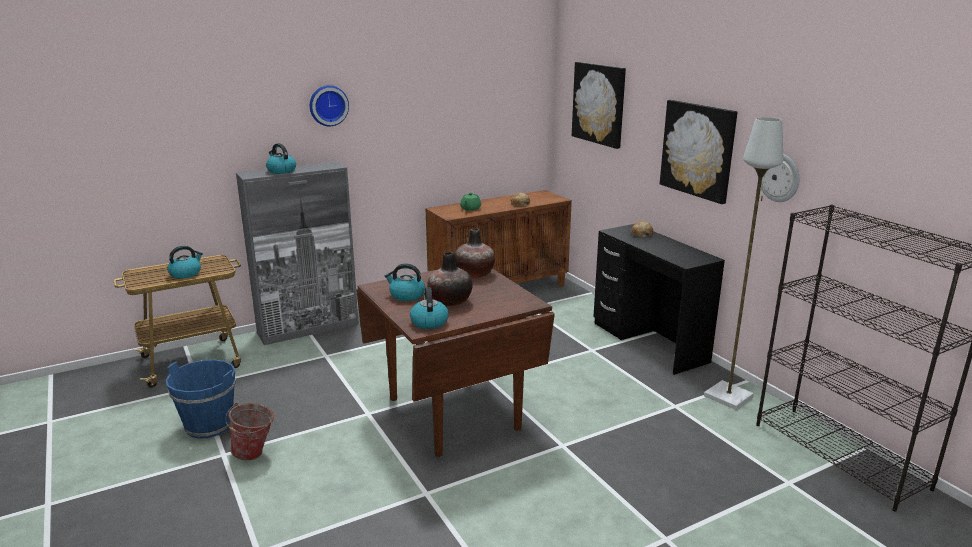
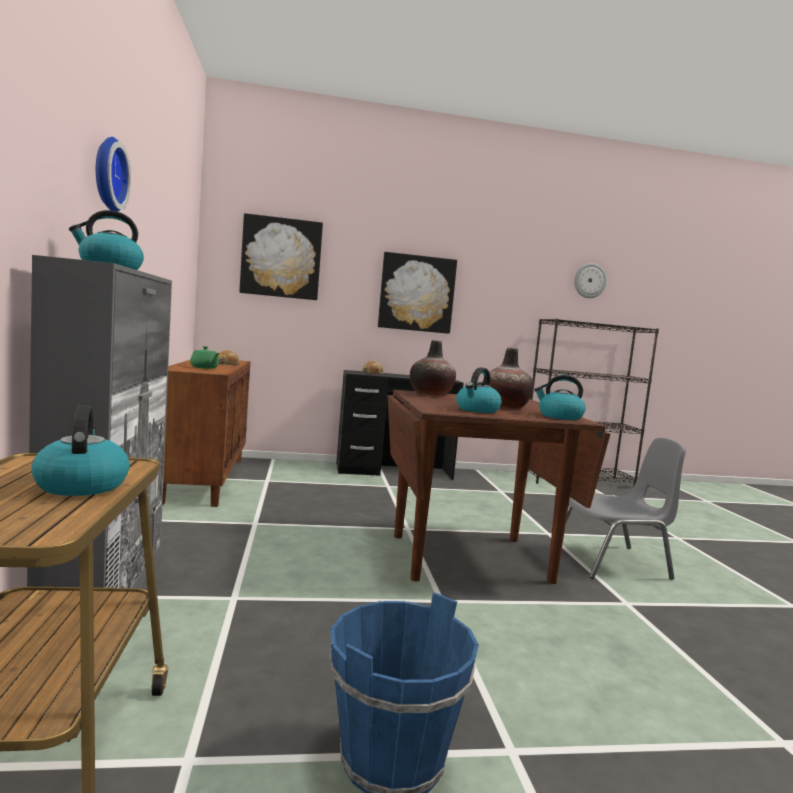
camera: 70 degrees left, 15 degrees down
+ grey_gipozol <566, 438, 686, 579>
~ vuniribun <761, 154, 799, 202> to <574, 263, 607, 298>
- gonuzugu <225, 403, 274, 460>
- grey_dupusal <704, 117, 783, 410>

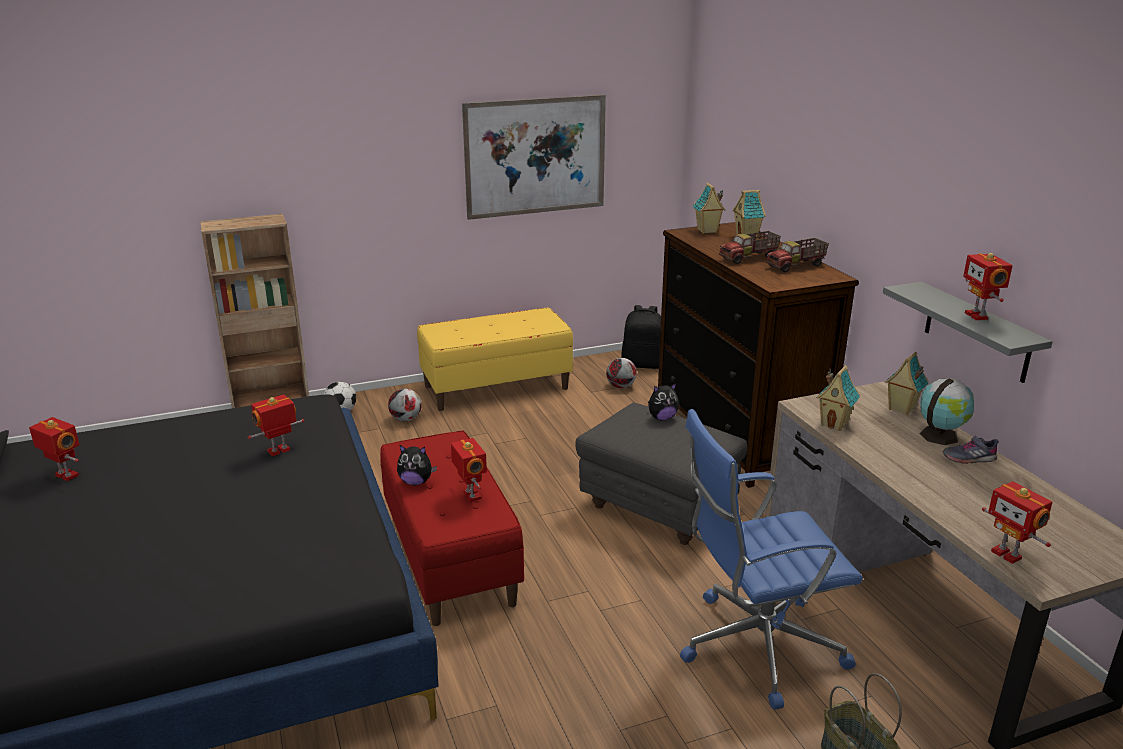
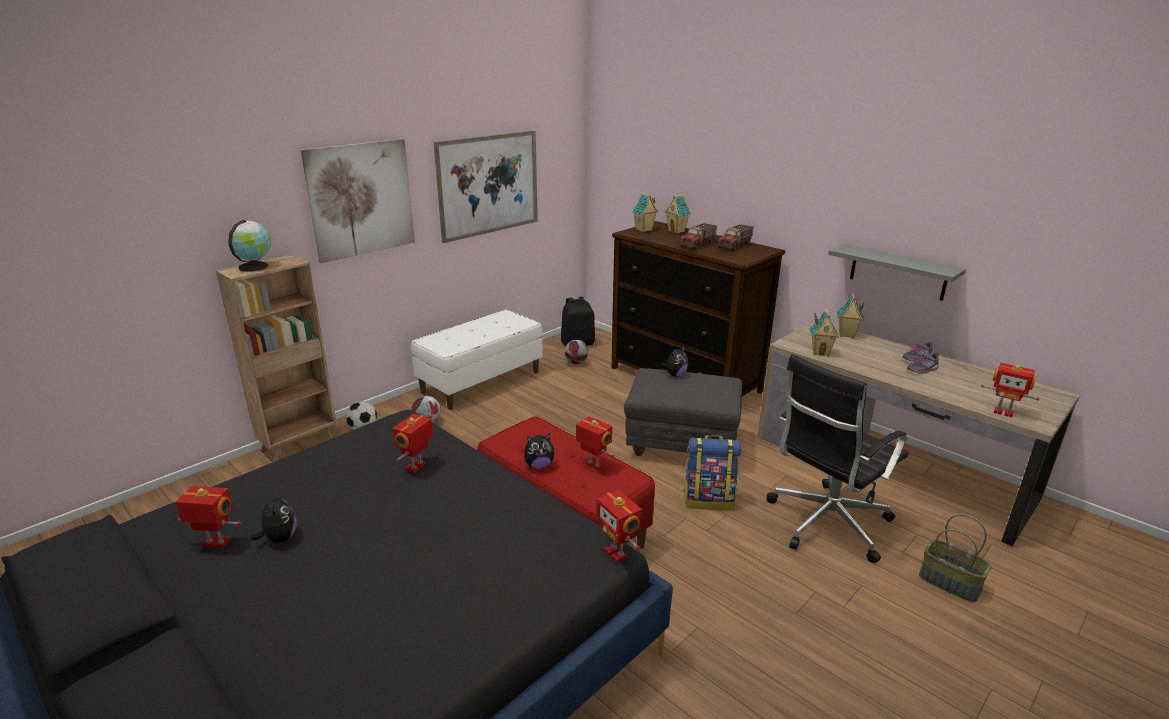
camera: 25 degrees left, 0 degrees up
~ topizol <920, 378, 974, 445> to <228, 220, 272, 272>
+ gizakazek <251, 491, 297, 542>
+ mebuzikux <301, 139, 415, 263>
~ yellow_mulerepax <417, 308, 573, 411> to white_mulerepax <411, 310, 543, 410>
~ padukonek <963, 253, 1013, 320> to <596, 489, 642, 563>
+ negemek <684, 435, 741, 510>
~ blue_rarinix <680, 409, 863, 710> to black_rarinix <767, 354, 908, 563>
+ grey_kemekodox <907, 353, 939, 374>

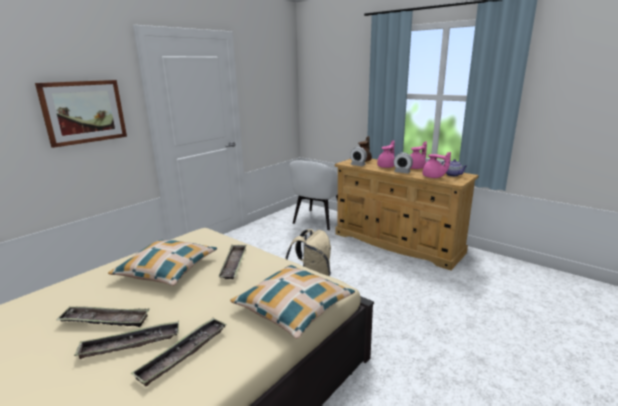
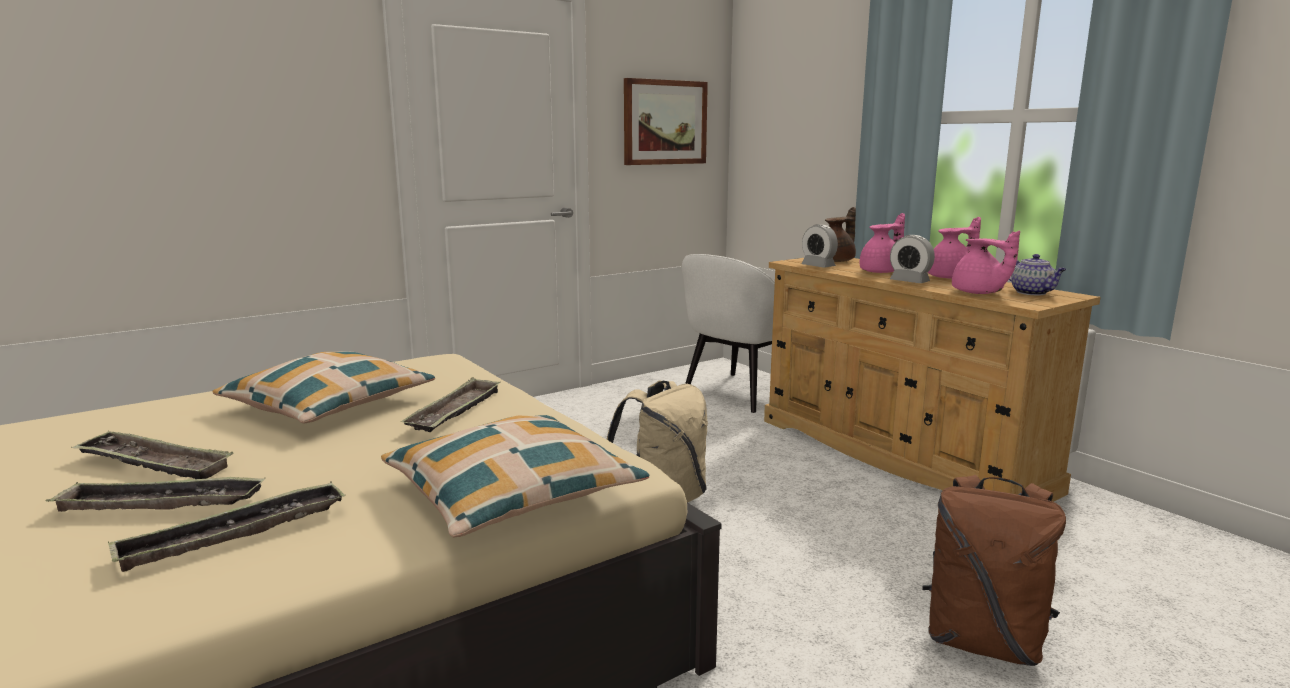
camera: 15 degrees right, 5 degrees down
~ mebuzikux <35, 80, 127, 148> to <624, 78, 708, 165>
+ brown_negemek <922, 475, 1066, 666>

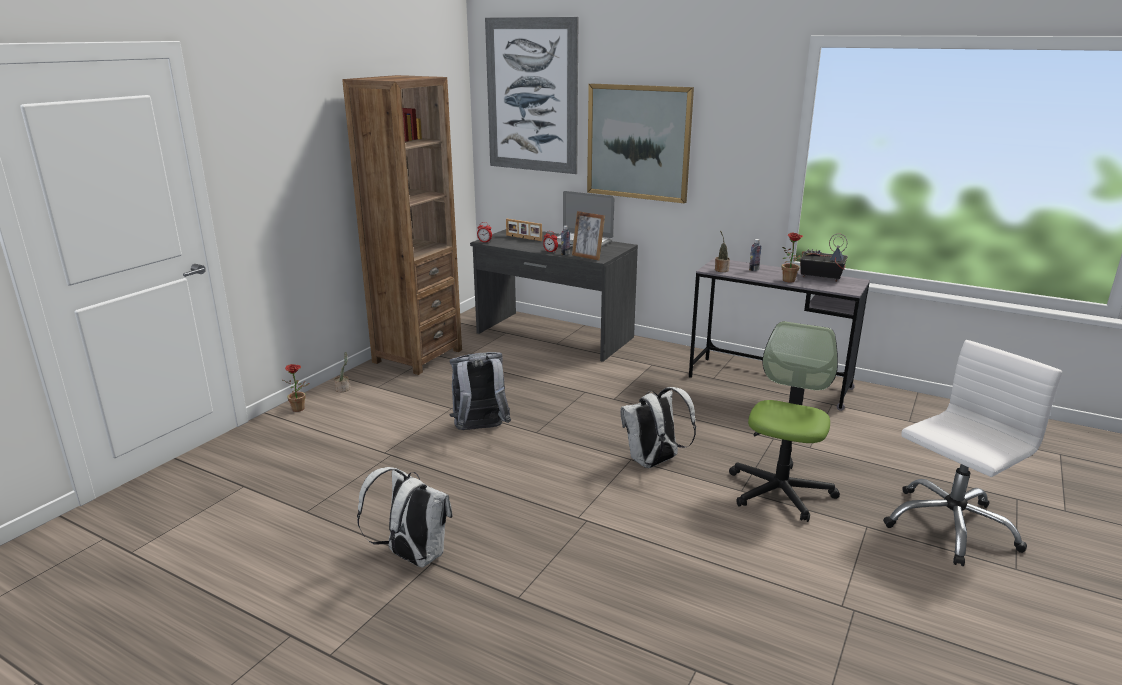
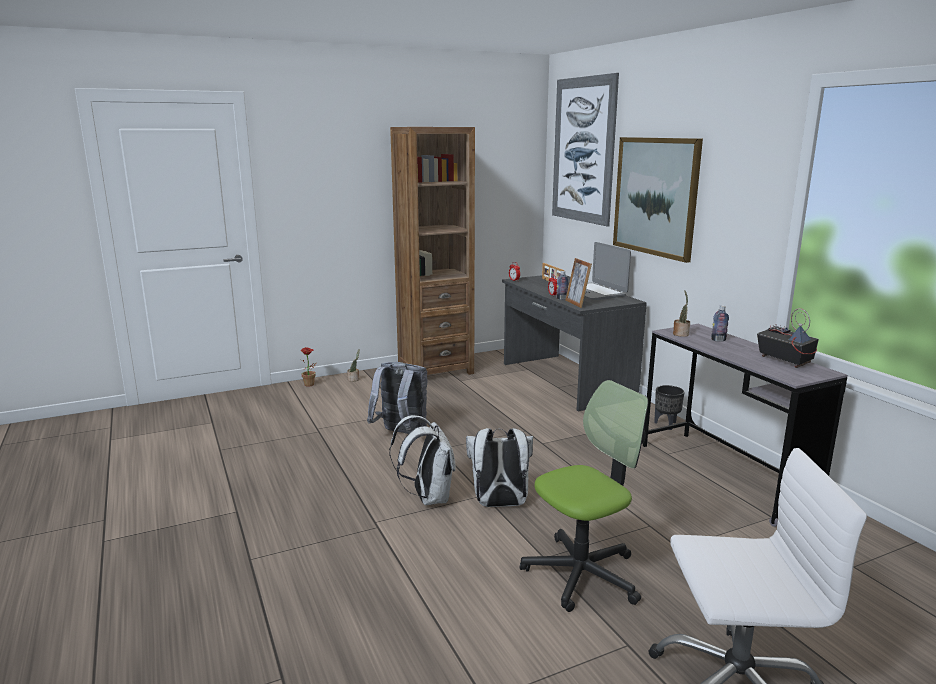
camera: 35 degrees right, 5 degrees down
~ white_negemek <357, 467, 453, 567> to <389, 415, 456, 505>
+ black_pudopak <654, 385, 685, 430>
- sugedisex <782, 233, 811, 283>

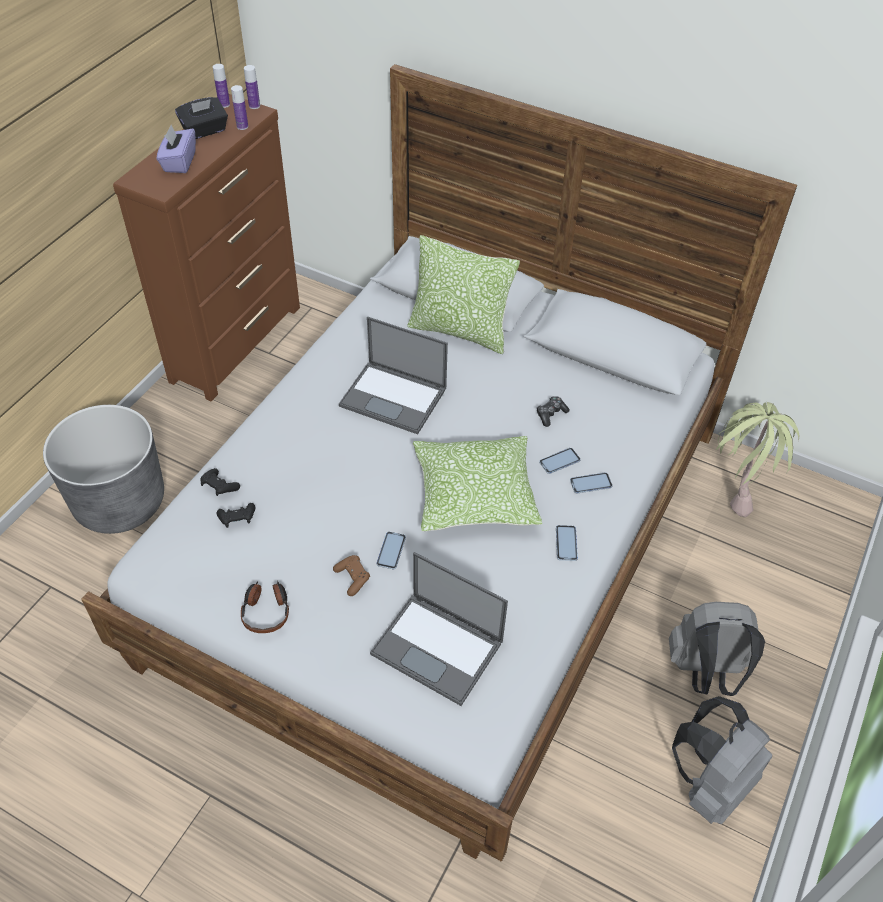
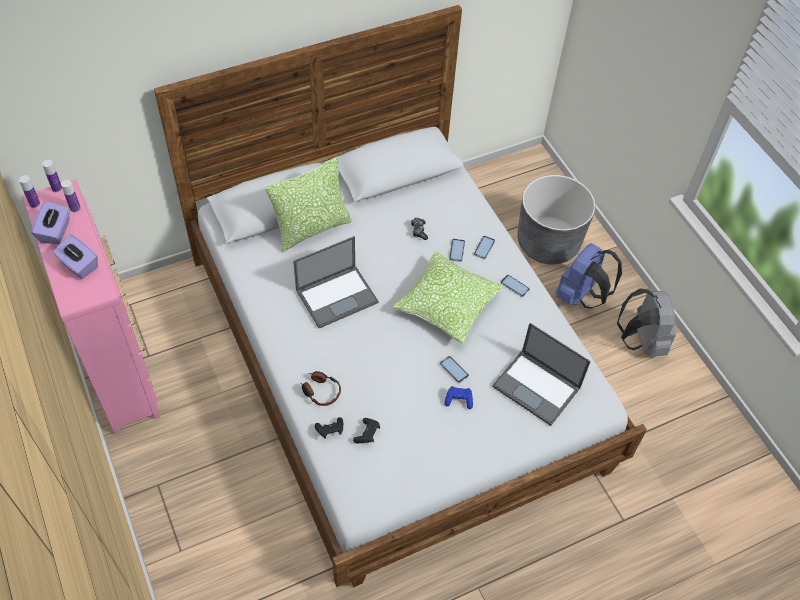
camera: 55 degrees left, 5 degrees up
~ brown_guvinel <113, 94, 300, 401> to pink_guvinel <22, 179, 161, 434>
~ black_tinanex <175, 97, 228, 139> to purple_tinanex <32, 201, 70, 244>
~ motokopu <241, 581, 289, 633> to <300, 371, 341, 406>
~ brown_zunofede <333, 555, 370, 596> to blue_zunofede <444, 386, 473, 409>
~ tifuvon <370, 552, 508, 706> = <492, 323, 591, 426> 60 degrees clockwise
~ grey_pudopak <43, 405, 164, 534> to <517, 175, 595, 264>
~ grey_negemek <669, 602, 765, 696> to blue_negemek <556, 243, 622, 309>
- sugedisex <714, 402, 799, 517>

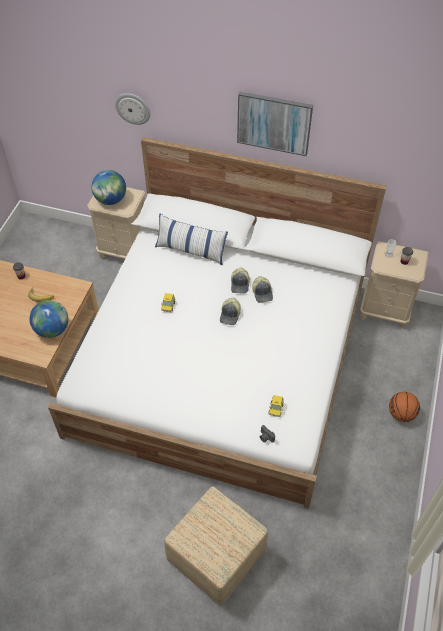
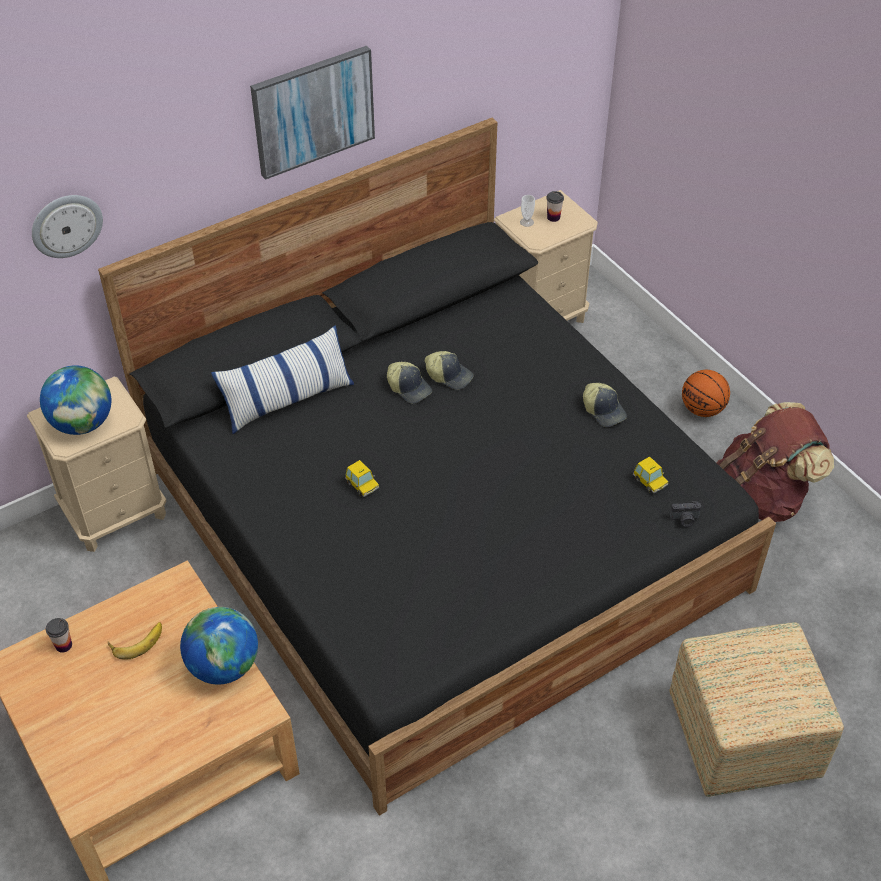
camera: 50 degrees left, 5 degrees down
~ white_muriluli <48, 137, 386, 509> to black_muriluli <98, 118, 776, 816>
~ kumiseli <220, 298, 241, 325> to <583, 383, 627, 427>
+ brown_negemek <717, 402, 834, 522>

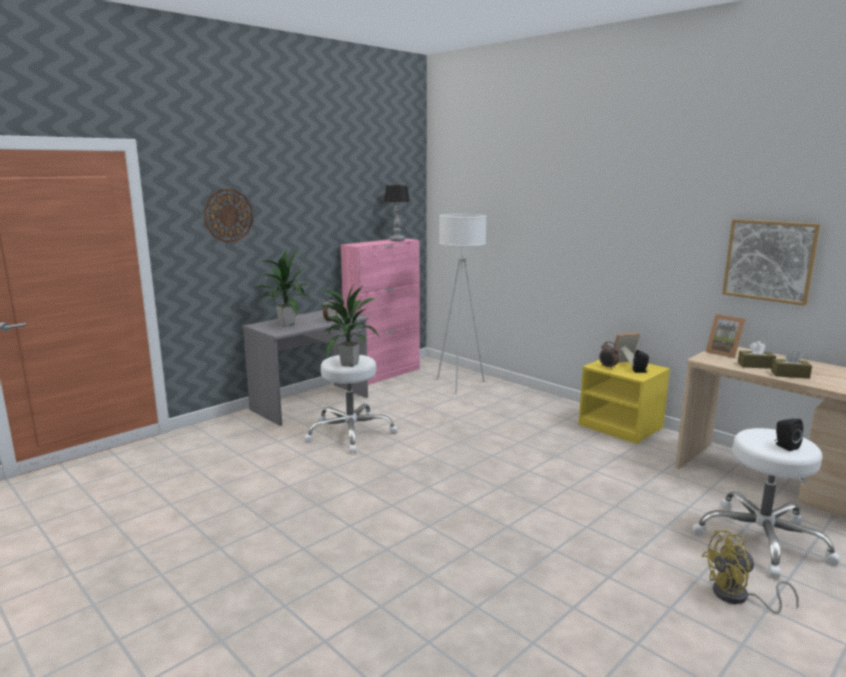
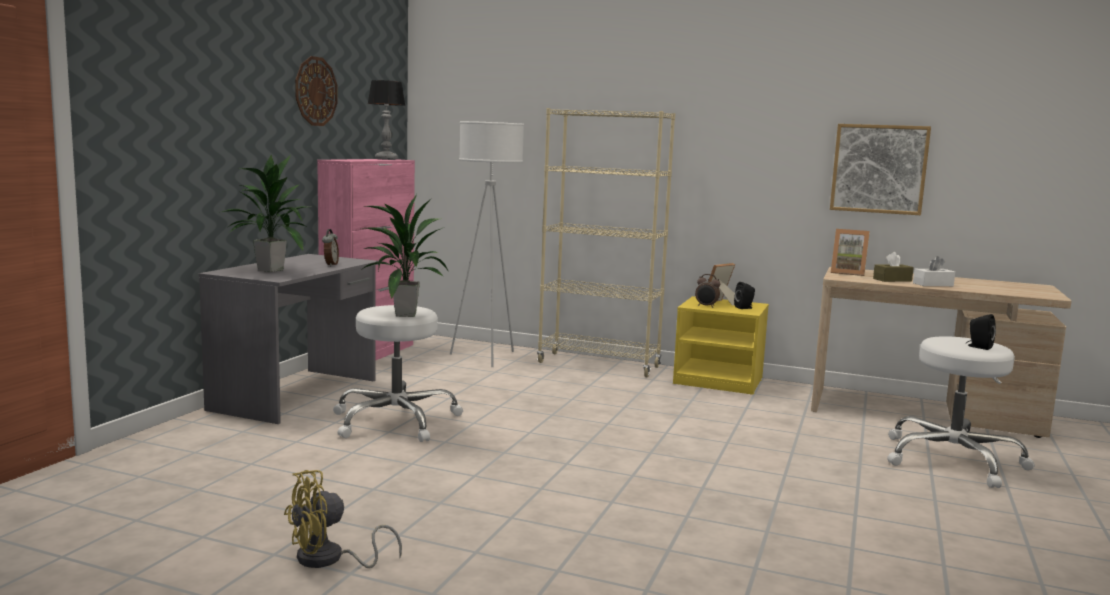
camera: 25 degrees left, 5 degrees down
~ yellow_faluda <702, 530, 799, 614> to <284, 470, 402, 568>
~ vuniribun <203, 189, 253, 243> to <295, 56, 338, 126>
+ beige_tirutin <537, 108, 675, 377>
~ brown_tinanex <771, 350, 812, 379> to white_tinanex <913, 256, 955, 286>

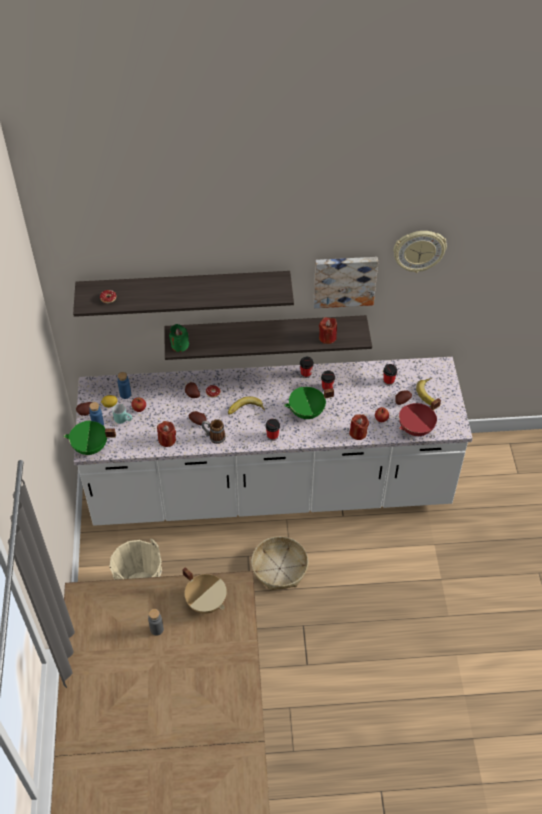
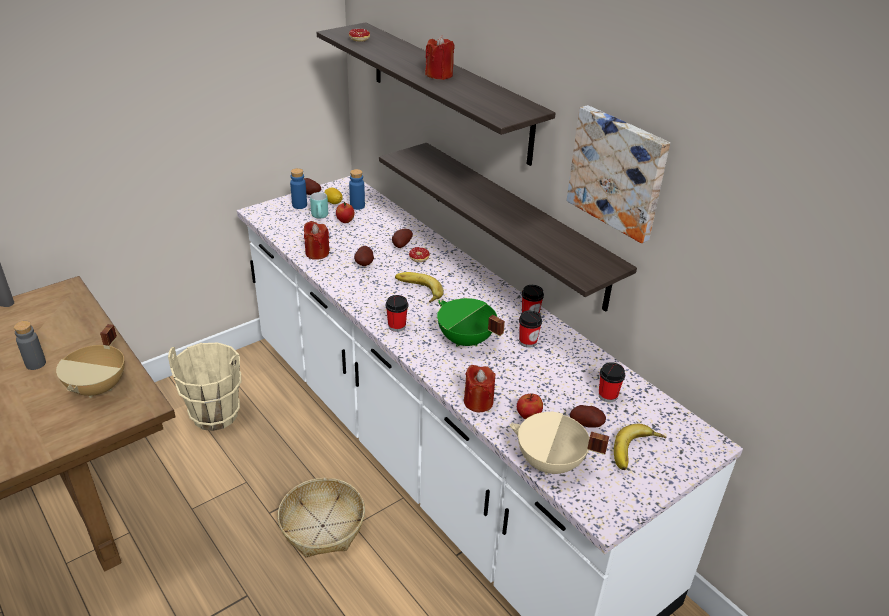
camera: 55 degrees right, 15 degrees down
~ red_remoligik <319, 317, 337, 344> to <425, 35, 454, 80>
~ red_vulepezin <399, 398, 441, 436> to beige_vulepezin <510, 412, 609, 475>
- green_vulepezin <64, 421, 116, 455>
- green_remoligik <169, 324, 189, 352>
- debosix <201, 419, 226, 444>
- vuniribun <393, 231, 447, 273>

